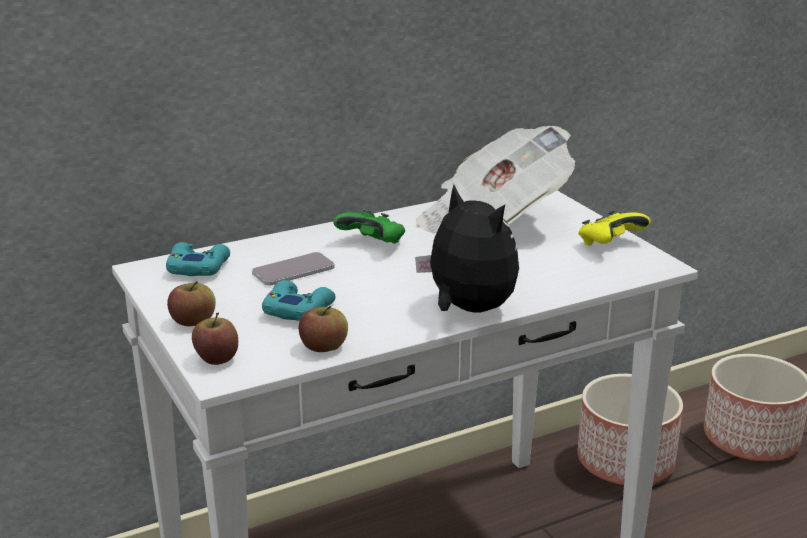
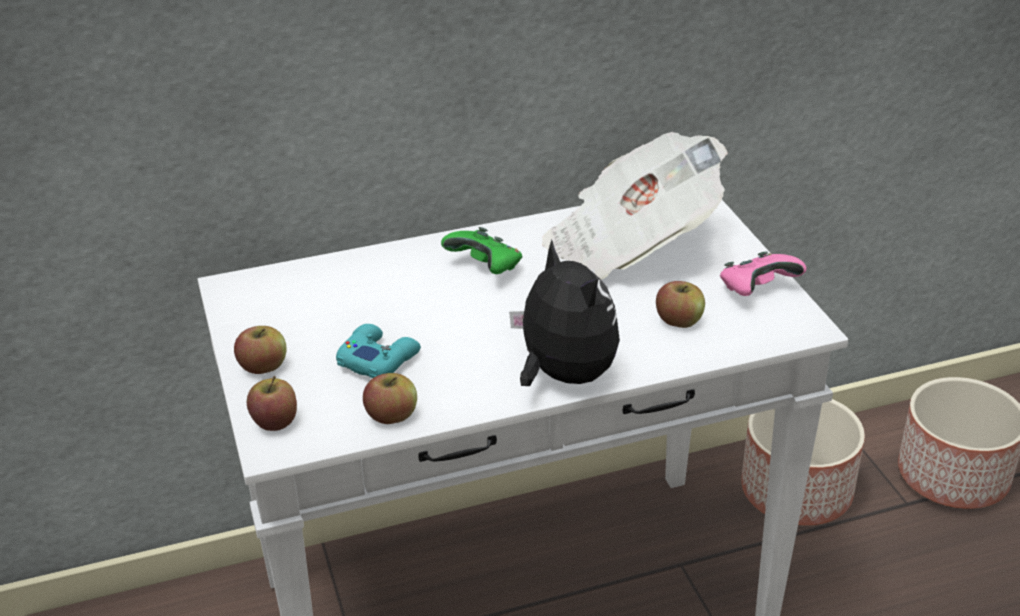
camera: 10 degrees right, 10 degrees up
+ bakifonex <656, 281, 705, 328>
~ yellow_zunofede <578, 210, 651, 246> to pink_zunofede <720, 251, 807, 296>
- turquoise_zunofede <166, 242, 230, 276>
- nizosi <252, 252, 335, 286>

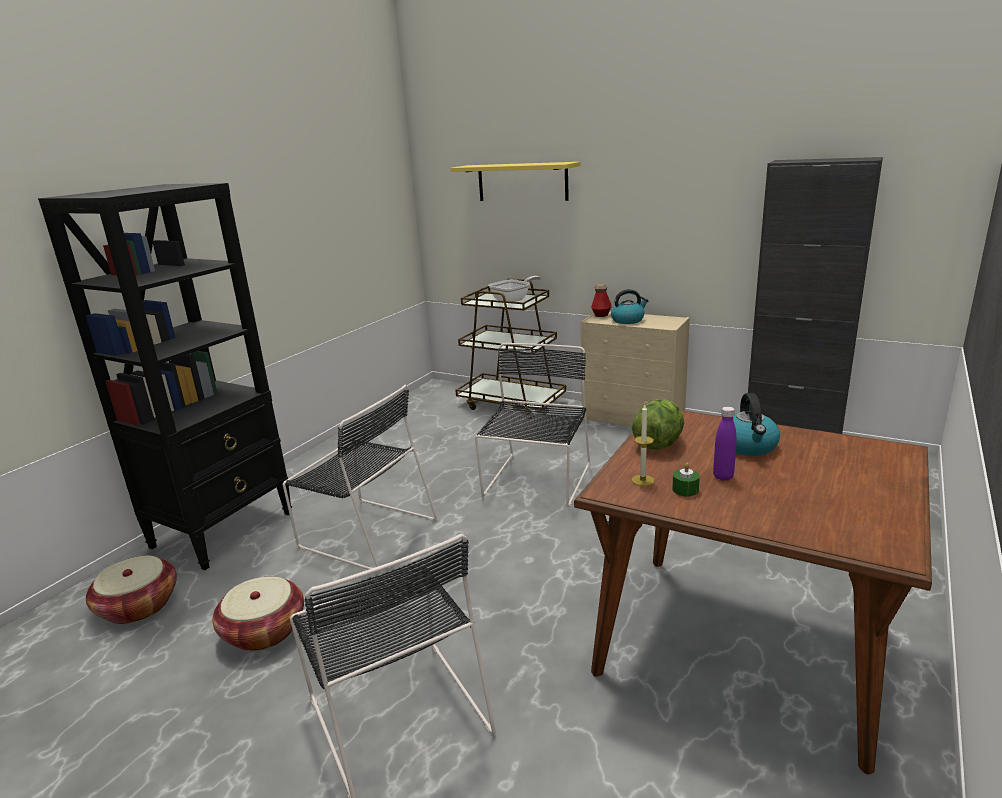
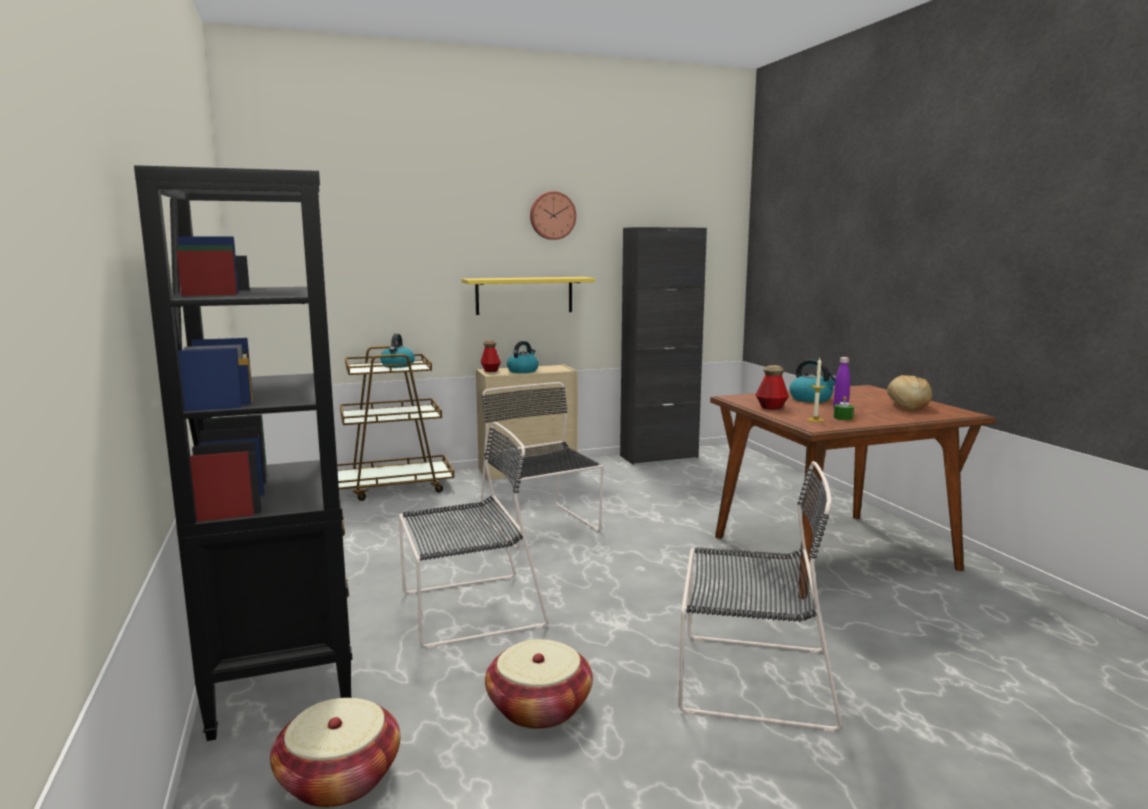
camera: 50 degrees left, 10 degrees down
~ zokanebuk <489, 276, 541, 302> to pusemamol <380, 334, 415, 368>
~ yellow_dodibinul <450, 162, 581, 201> to <462, 277, 595, 315>
+ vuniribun <530, 191, 576, 240>
~ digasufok <632, 399, 684, 450> to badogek <756, 365, 789, 409>
+ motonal <887, 375, 932, 411>

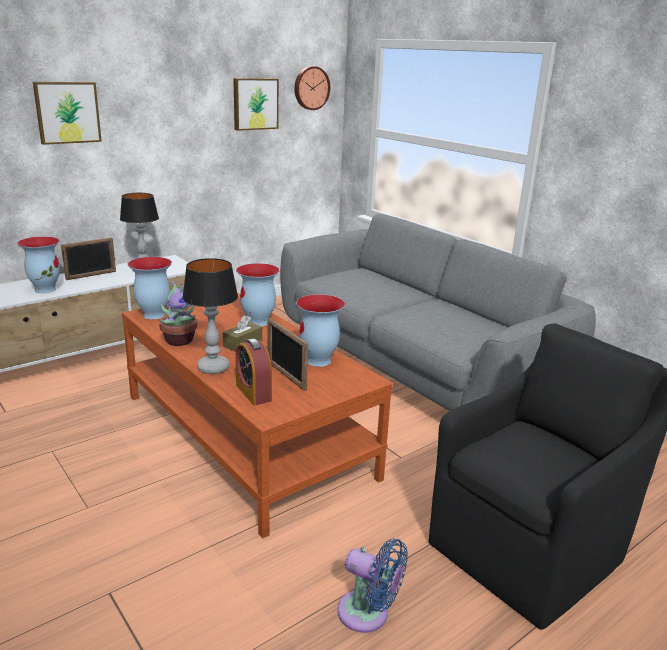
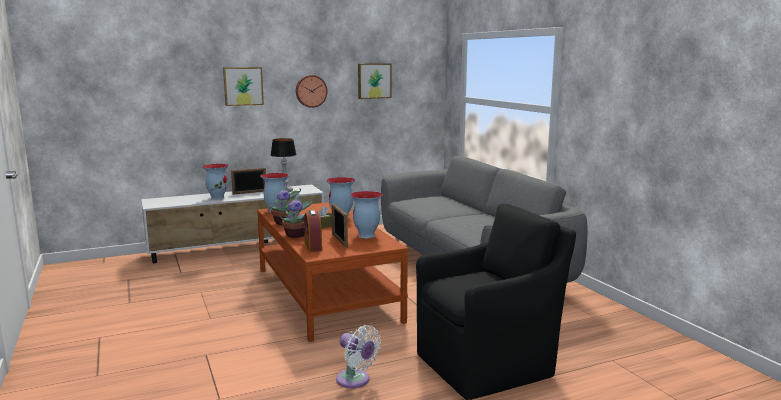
camera: 15 degrees right, 10 degrees down
~ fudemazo <182, 258, 238, 374> to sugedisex <280, 193, 314, 238>
~ vuniribun <294, 66, 330, 110> to <296, 75, 328, 108>
~ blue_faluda <338, 539, 408, 633> to white_faluda <336, 325, 381, 388>

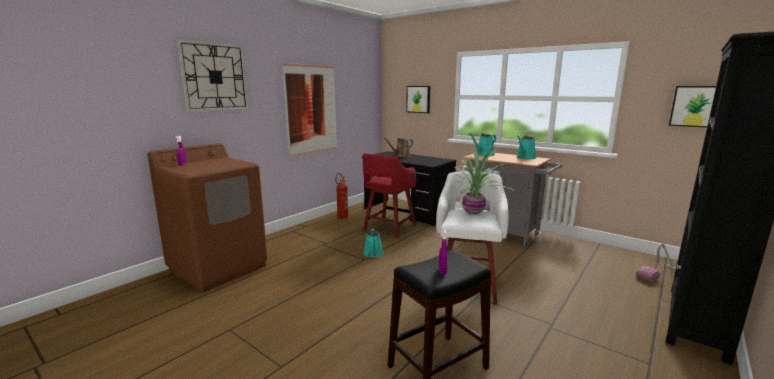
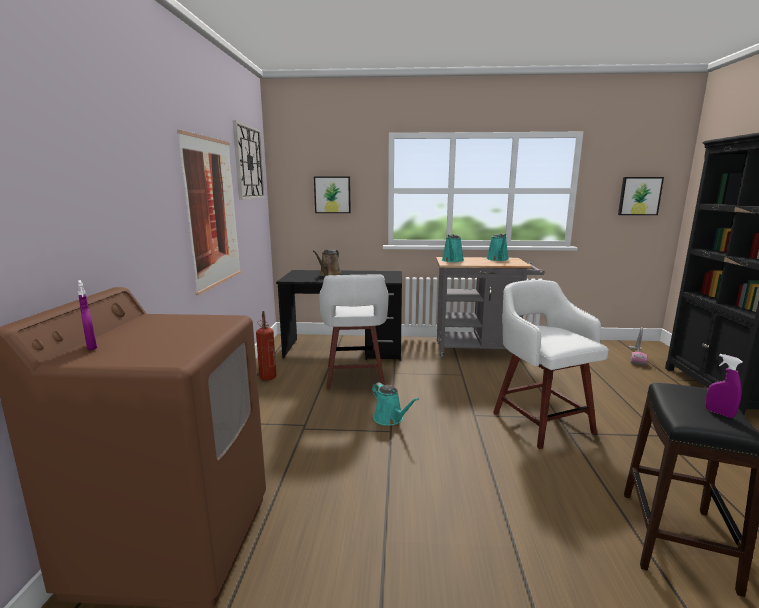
camera: 35 degrees left, 0 degrees up
~ vuniribun <177, 40, 249, 112> to <233, 121, 265, 200>
~ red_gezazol <363, 154, 417, 238> to white_gezazol <319, 275, 389, 390>
- sugedisex <445, 150, 515, 214>

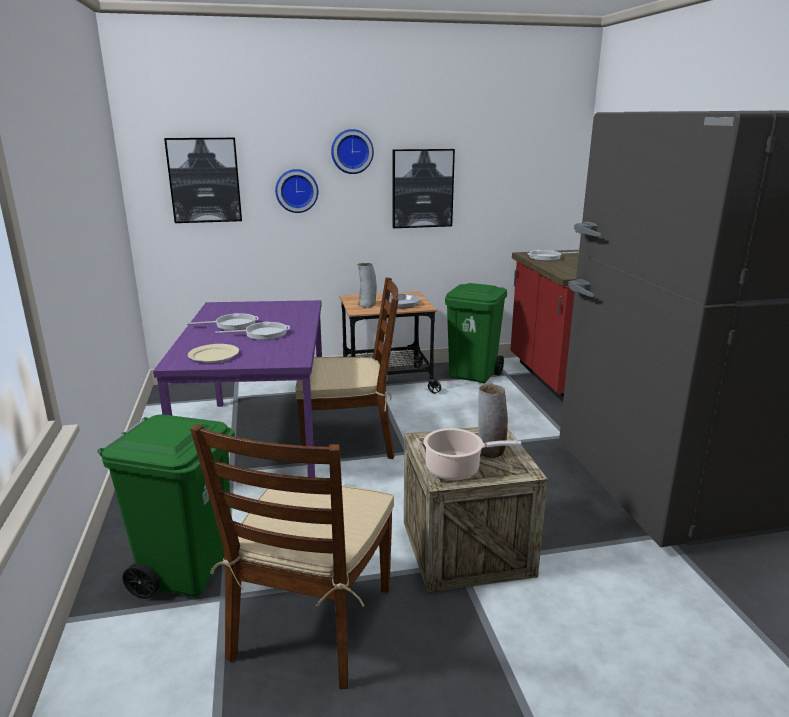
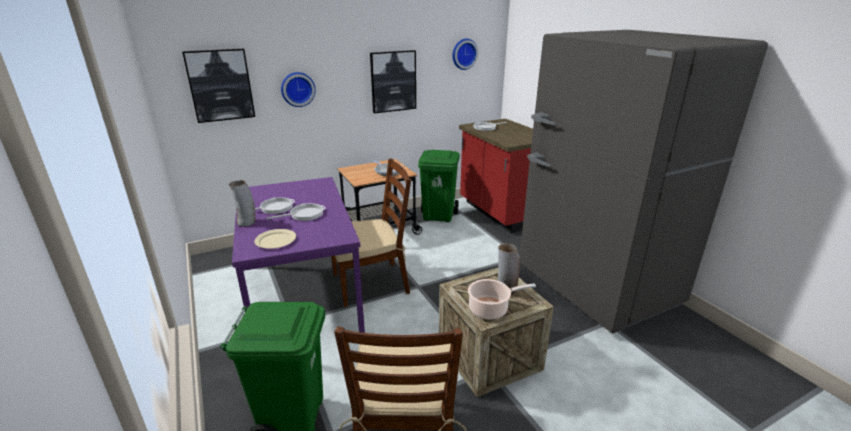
camera: 15 degrees left, 5 degrees up
~ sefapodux <357, 263, 377, 307> to <229, 180, 255, 226>
~ vuniribun <331, 129, 374, 174> to <452, 39, 478, 70>

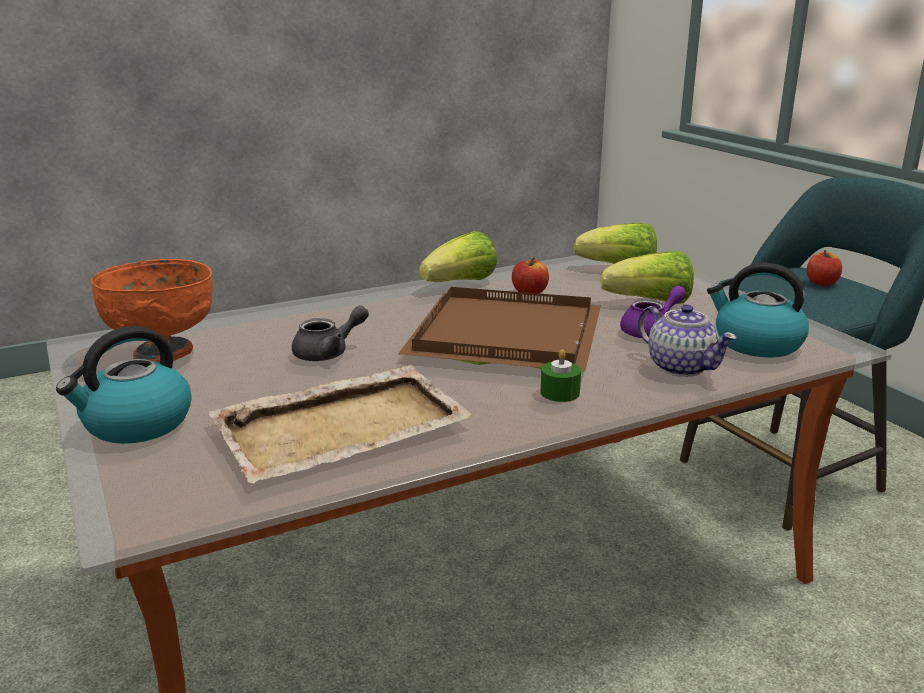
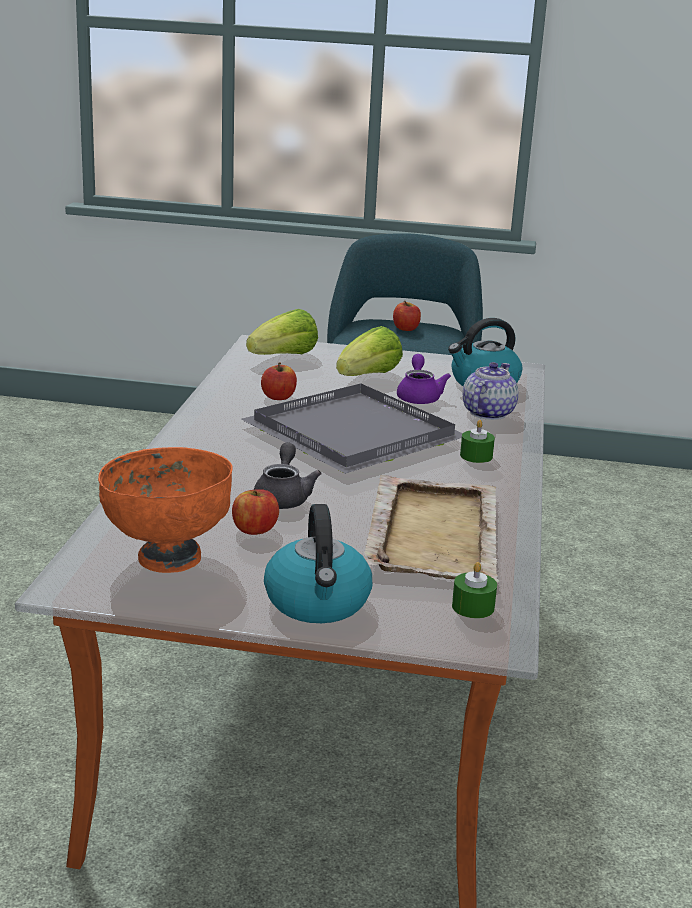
camera: 55 degrees left, 0 degrees up
+ bakifonex <232, 489, 279, 535>
~ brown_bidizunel <398, 287, 601, 372> to grey_bidizunel <241, 384, 463, 474>
+ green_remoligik <452, 562, 497, 618>
~ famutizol <638, 304, 737, 377> = <463, 362, 518, 420> 60 degrees counterclockwise
- digasufok <419, 231, 497, 282>

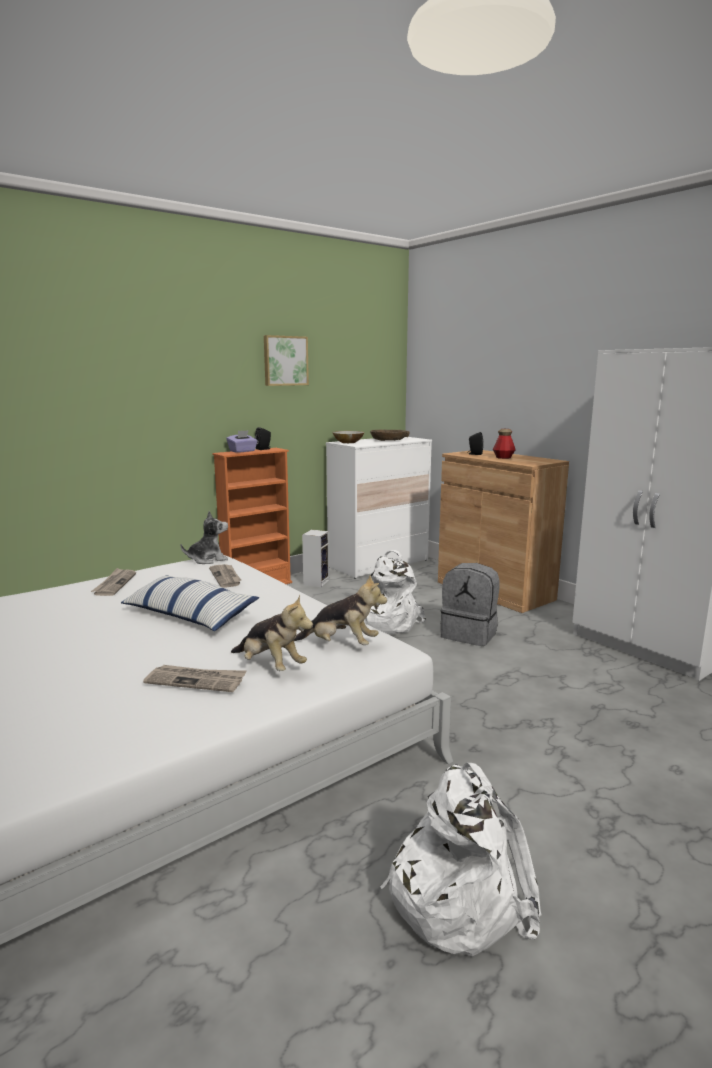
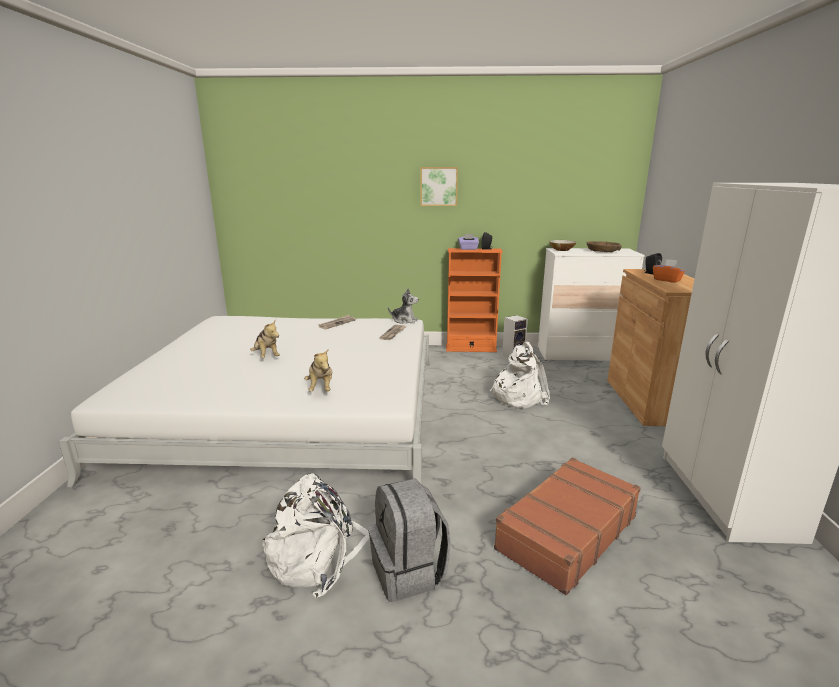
camera: 40 degrees right, 5 degrees up
~ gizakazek <294, 575, 387, 645> to <250, 321, 280, 358>
~ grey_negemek <441, 563, 500, 646> to <368, 478, 451, 602>
~ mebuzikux <264, 335, 309, 386> to <420, 167, 458, 206>
+ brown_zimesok <494, 457, 641, 595>
~ badogek <493, 429, 516, 459> to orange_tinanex <653, 259, 685, 283>
- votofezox <121, 575, 259, 631>
- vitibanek <143, 665, 246, 692>

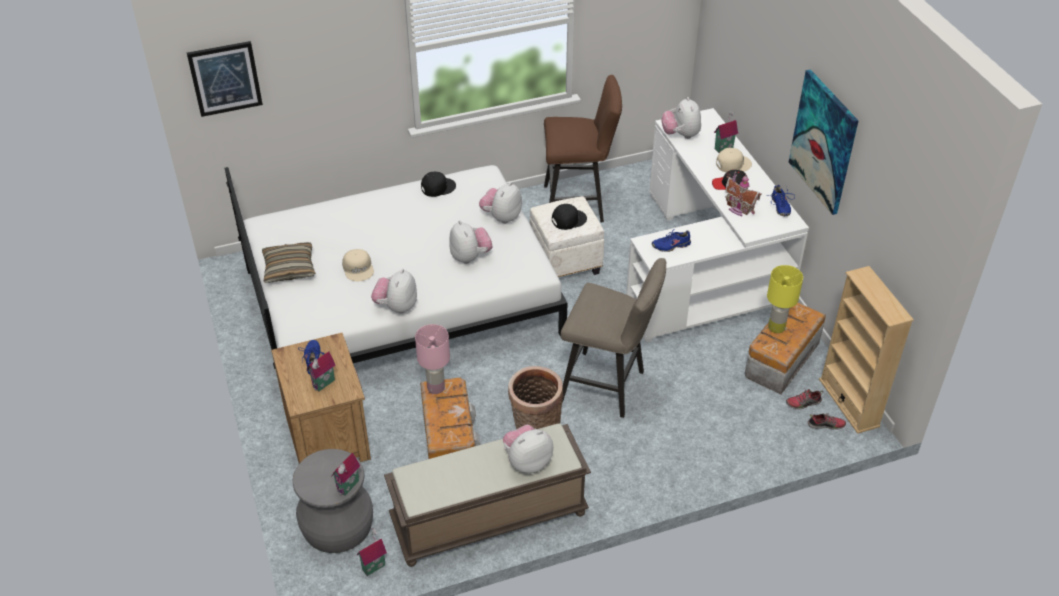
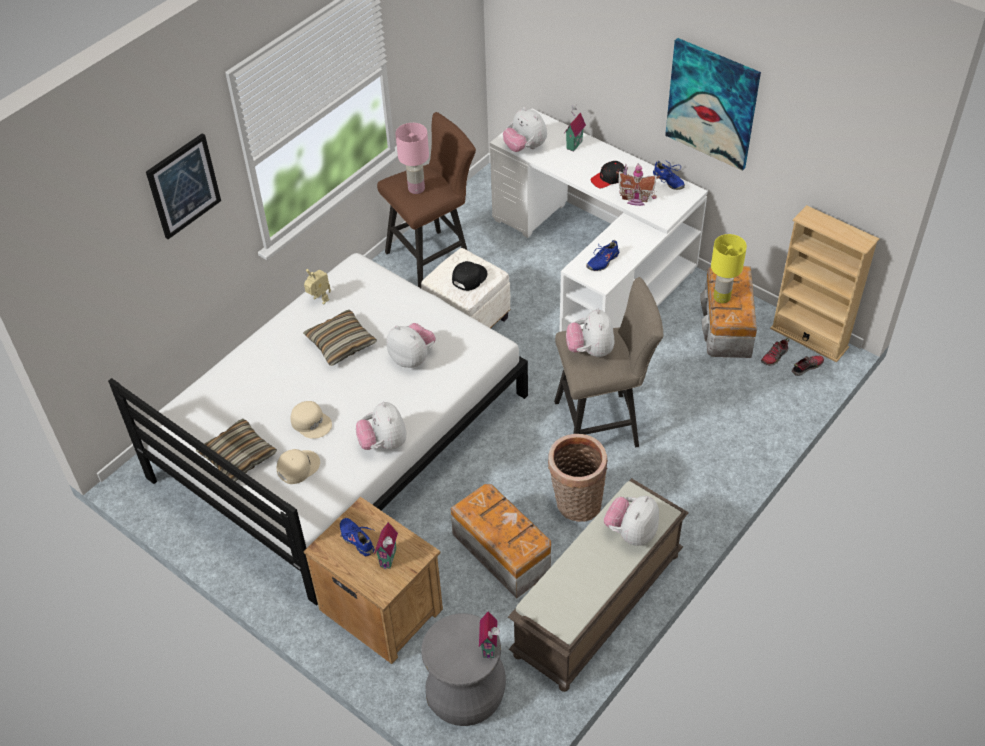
camera: 30 degrees left, 5 degrees up
~ mebuzikux <187, 41, 263, 117> to <146, 133, 221, 239>
~ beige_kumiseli <716, 148, 752, 173> to <277, 449, 320, 484>
+ votofezox <303, 310, 377, 366>
~ black_kumiseli <421, 172, 456, 197> to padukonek <304, 269, 331, 304>
~ pink_fudemazo <415, 324, 450, 394> to <396, 123, 429, 194>
~ gizakazek <479, 182, 522, 224> to <566, 309, 615, 357>
- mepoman <357, 528, 387, 576>

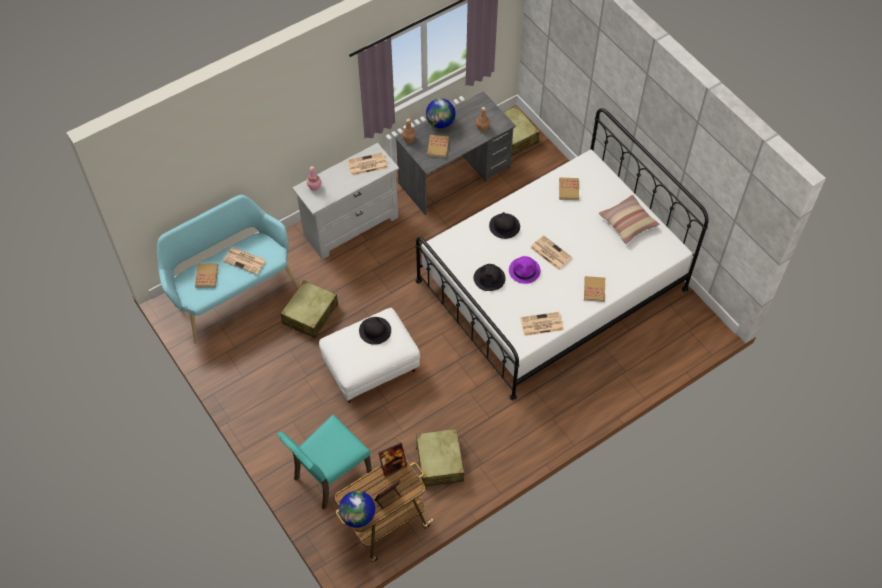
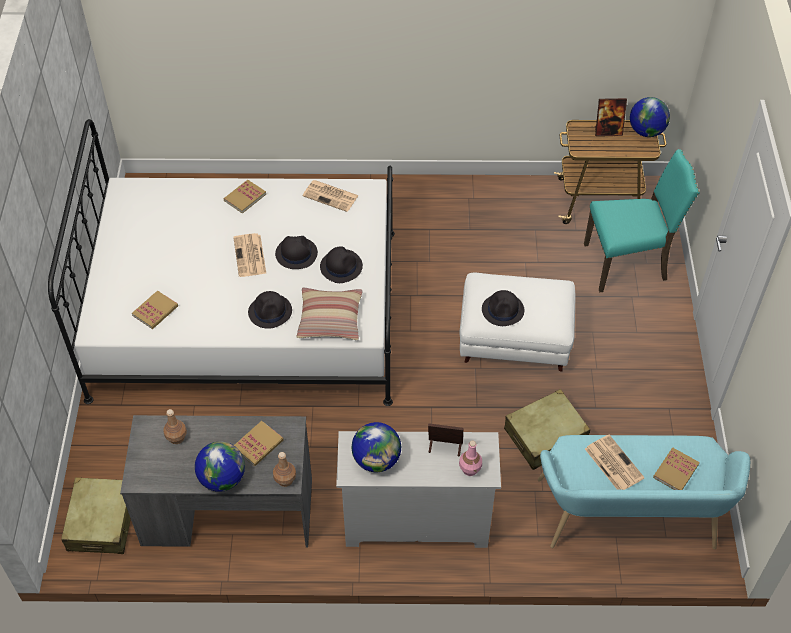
camera: 145 degrees left, 5 degrees down
~ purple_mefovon <509, 256, 541, 284> to black_mefovon <275, 236, 318, 269>
~ votofezox <599, 195, 659, 244> to <297, 288, 362, 341>
~ vitibanek <347, 152, 388, 176> to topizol <351, 422, 401, 472>
~ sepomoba <378, 442, 407, 476> to <428, 423, 463, 457>
- beige_zimesok <416, 429, 464, 486>

